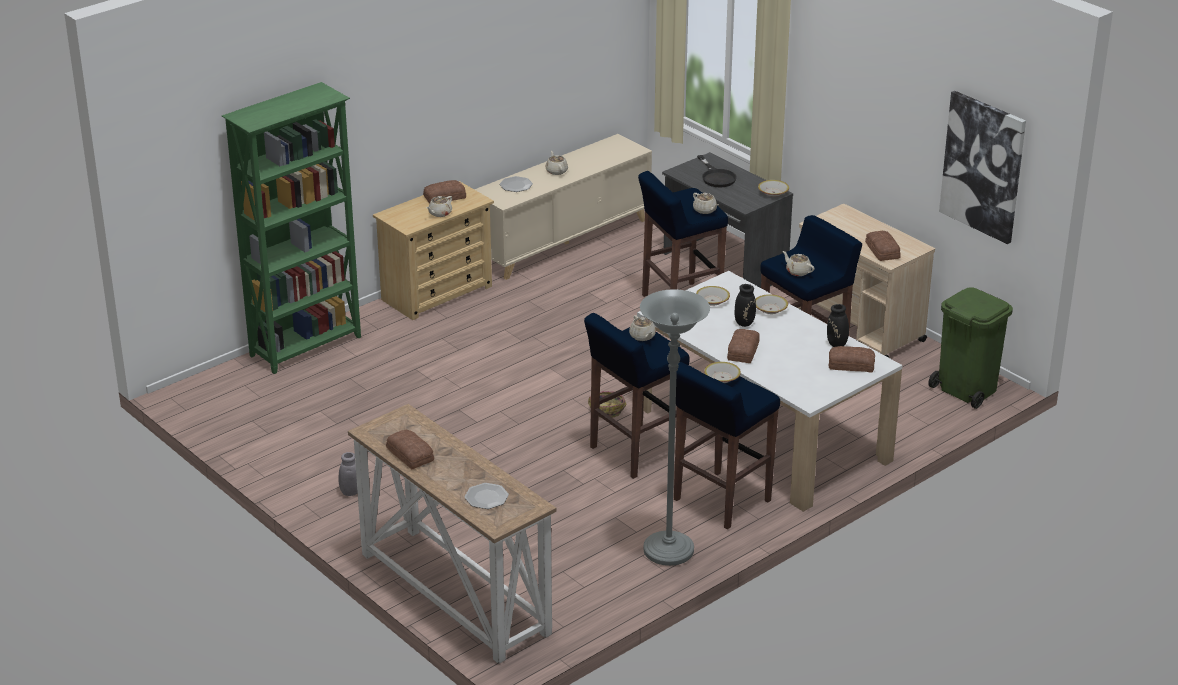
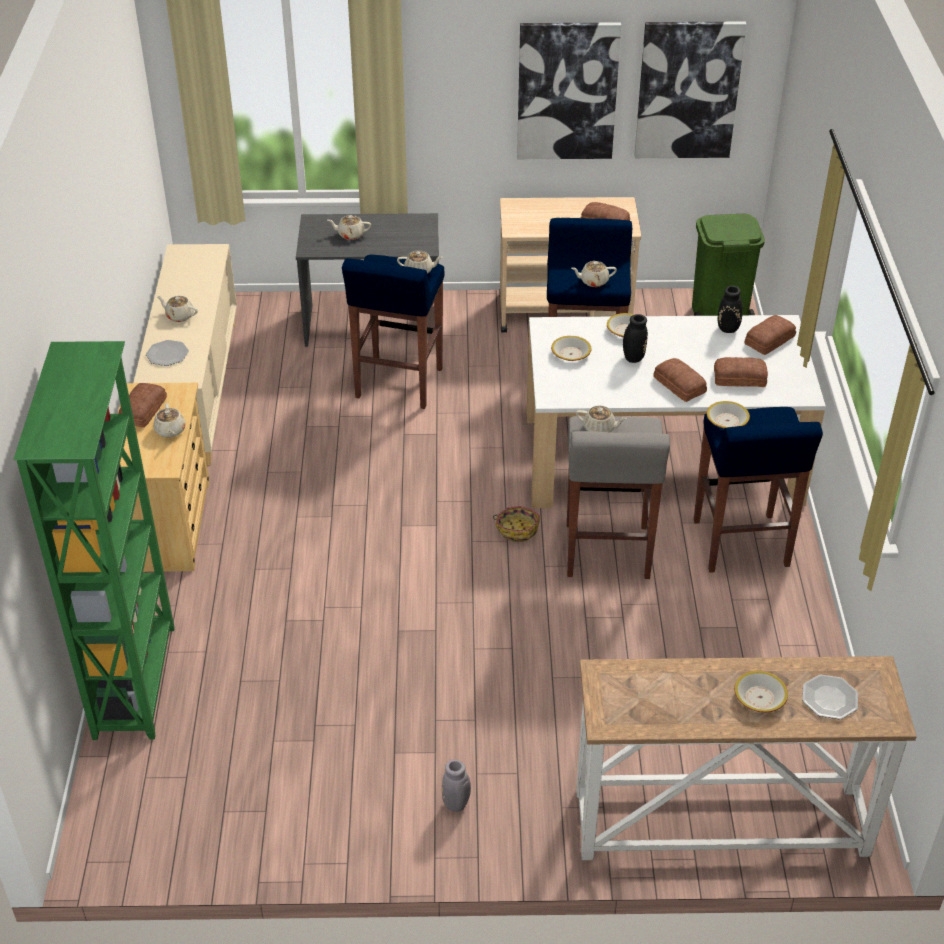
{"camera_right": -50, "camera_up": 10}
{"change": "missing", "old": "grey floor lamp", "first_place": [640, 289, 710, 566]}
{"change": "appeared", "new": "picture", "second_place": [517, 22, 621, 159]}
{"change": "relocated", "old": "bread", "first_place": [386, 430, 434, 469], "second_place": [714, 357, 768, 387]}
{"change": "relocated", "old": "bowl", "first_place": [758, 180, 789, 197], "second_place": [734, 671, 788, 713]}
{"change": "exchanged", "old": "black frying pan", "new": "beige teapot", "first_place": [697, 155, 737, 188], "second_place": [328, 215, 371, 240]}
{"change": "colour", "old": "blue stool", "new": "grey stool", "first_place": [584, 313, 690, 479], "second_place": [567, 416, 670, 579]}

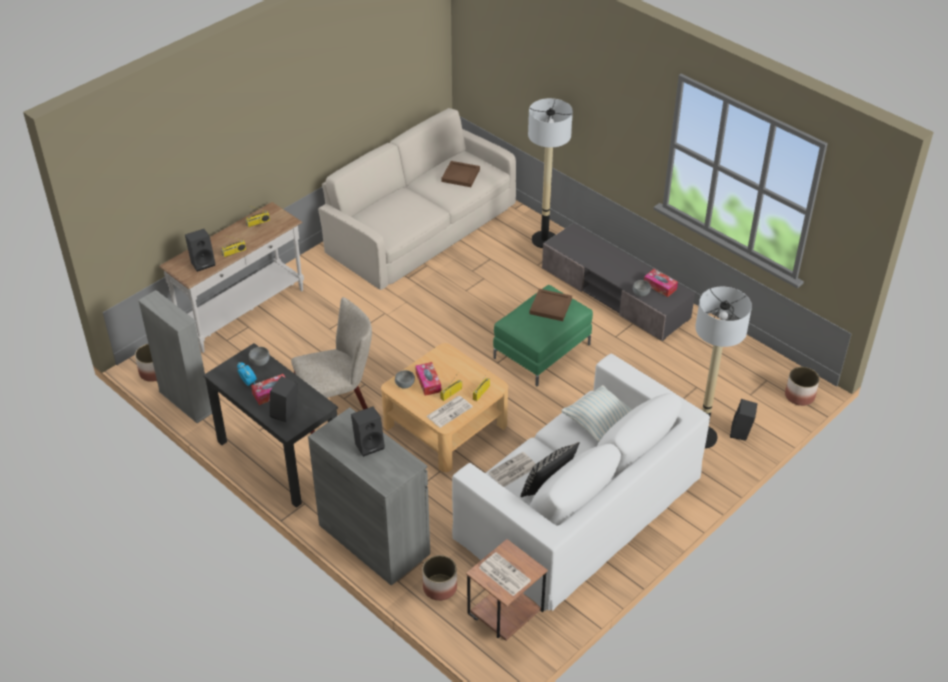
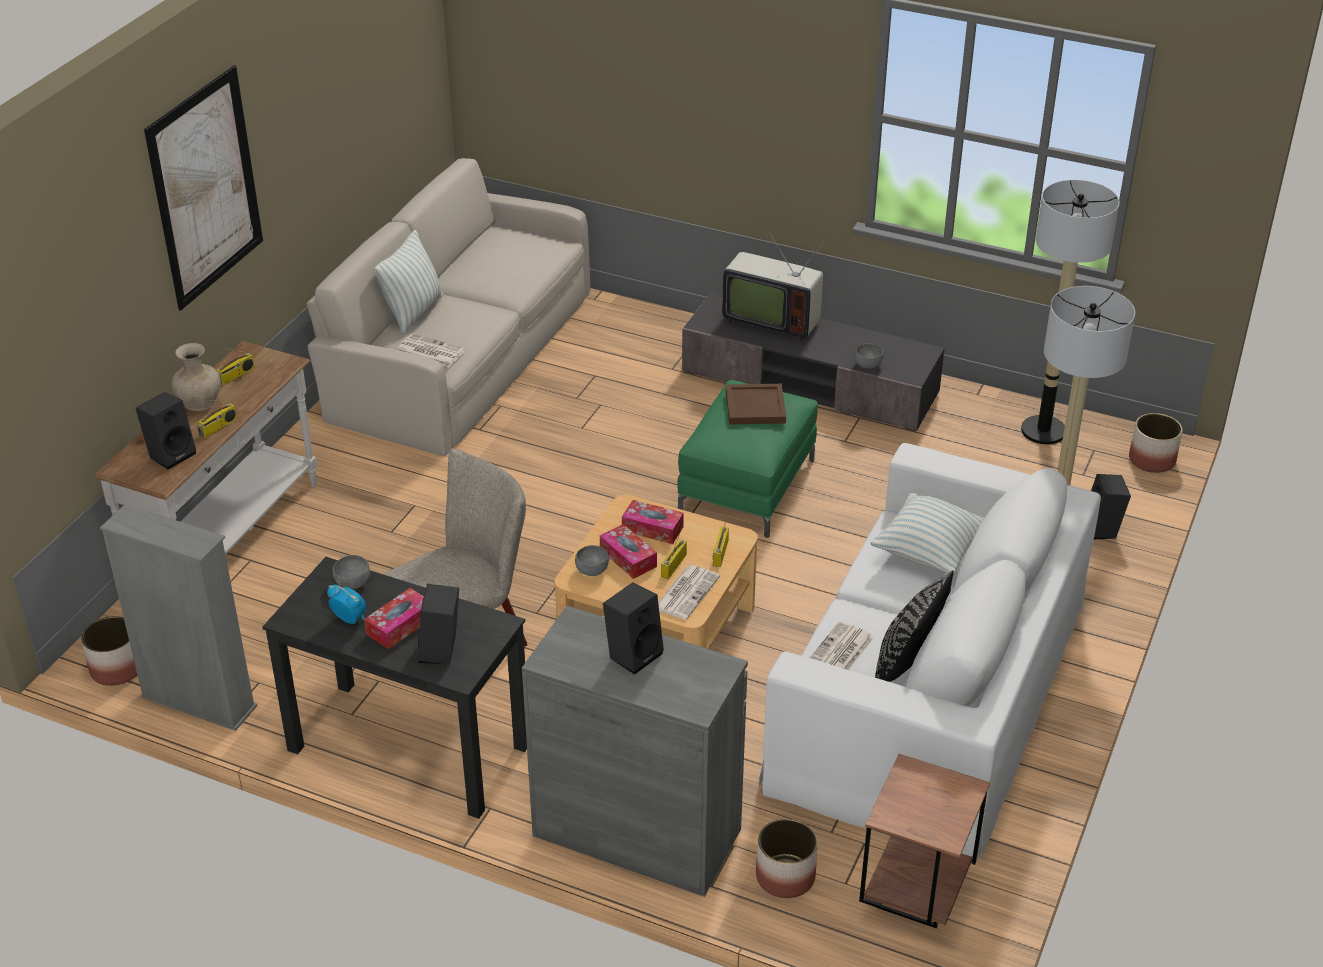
{"camera_right": -20, "camera_up": -5}
{"change": "missing", "old": "brown tray", "first_place": [441, 161, 480, 187]}
{"change": "appeared", "new": "picture", "second_place": [144, 65, 263, 311]}
{"change": "appeared", "new": "beige vase", "second_place": [171, 343, 221, 411]}
{"change": "appeared", "new": "pillow", "second_place": [374, 230, 443, 335]}
{"change": "appeared", "new": "television", "second_place": [722, 230, 824, 341]}
{"change": "relocated", "old": "newspaper", "first_place": [479, 552, 531, 596], "second_place": [397, 333, 465, 367]}
{"change": "relocated", "old": "floor lamp", "first_place": [528, 98, 573, 248], "second_place": [1021, 180, 1119, 445]}
{"change": "relocated", "old": "tissue box", "first_place": [644, 269, 678, 297], "second_place": [622, 500, 684, 544]}

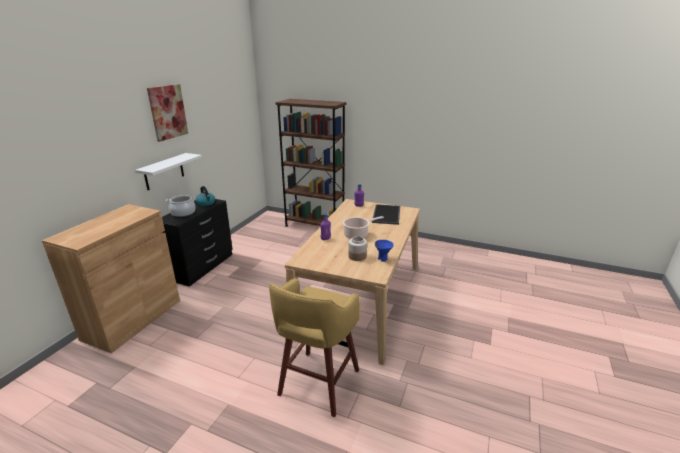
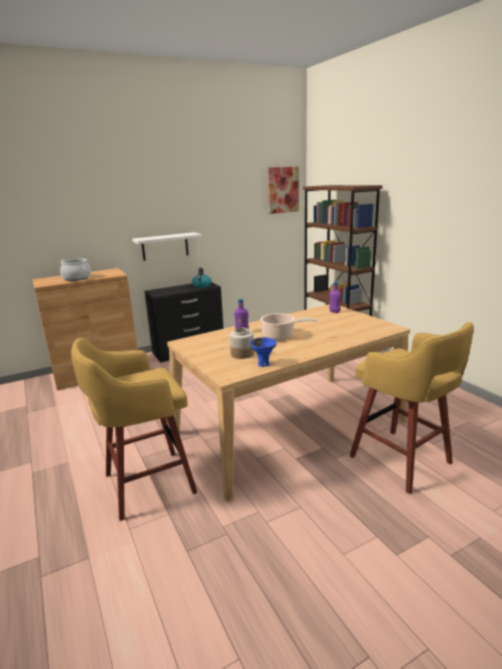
{"camera_right": 40, "camera_up": -5}
{"change": "missing", "old": "tray", "first_place": [372, 204, 400, 225]}
{"change": "appeared", "new": "yellow stool", "second_place": [350, 322, 473, 494]}
{"change": "relocated", "old": "picture", "first_place": [147, 84, 188, 142], "second_place": [268, 167, 299, 214]}
{"change": "relocated", "old": "cooking pot", "first_place": [166, 195, 196, 217], "second_place": [60, 259, 91, 281]}

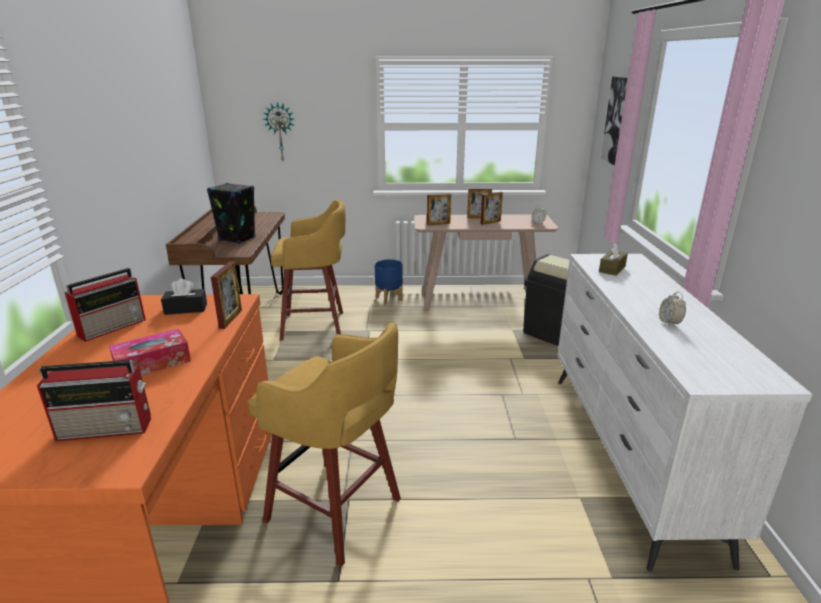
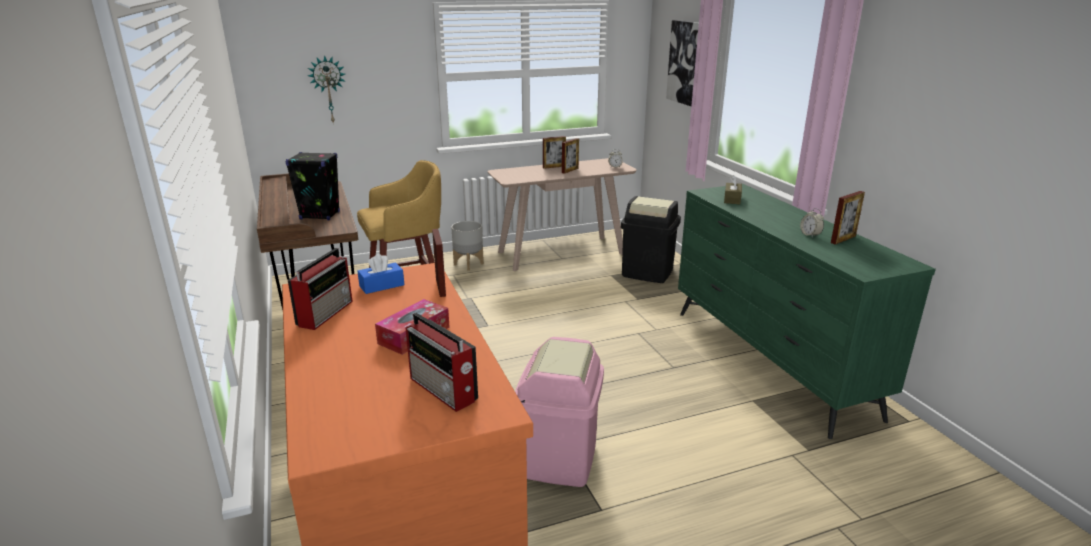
{"camera_right": -20, "camera_up": 0}
{"change": "relocated", "old": "picture frame", "first_place": [427, 193, 451, 226], "second_place": [831, 191, 865, 244]}
{"change": "exchanged", "old": "yellow stool", "new": "pink trash can", "first_place": [248, 322, 401, 567], "second_place": [515, 337, 604, 487]}
{"change": "colour", "old": "black tissue box", "new": "blue tissue box", "first_place": [161, 278, 207, 315], "second_place": [358, 253, 404, 294]}
{"change": "colour", "old": "blue planter", "new": "grey planter", "first_place": [375, 259, 403, 305], "second_place": [451, 221, 484, 271]}
{"change": "colour", "old": "white dresser", "new": "green dresser", "first_place": [557, 254, 813, 572], "second_place": [678, 184, 936, 439]}
{"change": "spun", "old": "radio", "first_place": [37, 360, 151, 441], "second_place": [406, 313, 478, 412], "degrees": 75}

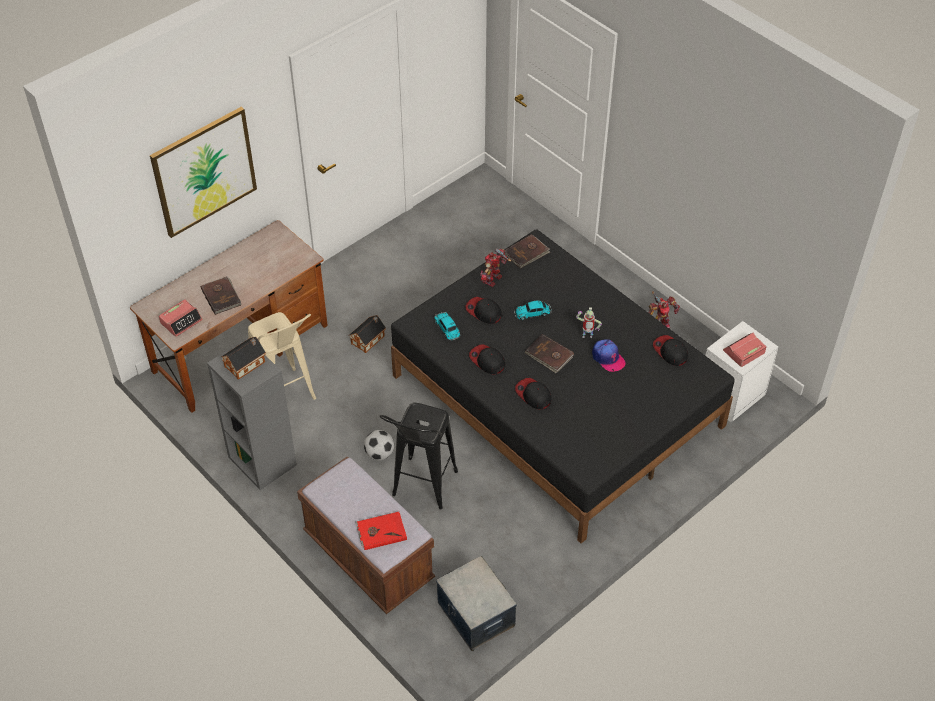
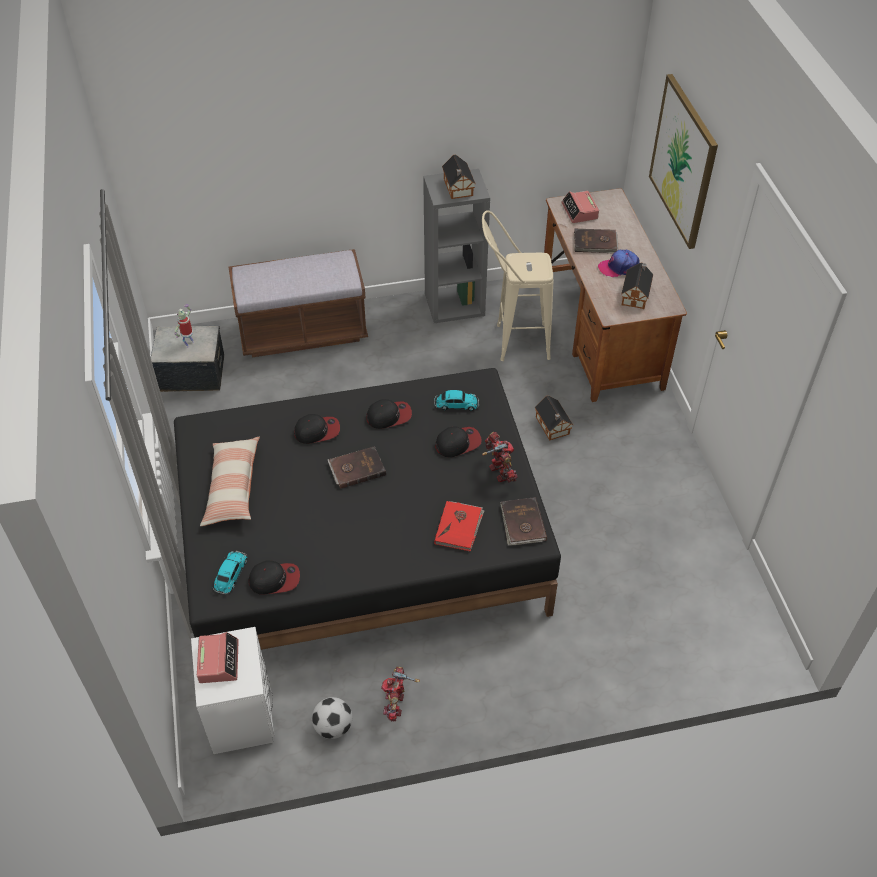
{"camera_right": 120, "camera_up": 0}
{"change": "missing", "old": "black stool", "first_place": [379, 402, 458, 510]}
{"change": "appeared", "new": "pillow", "second_place": [200, 437, 260, 526]}
{"change": "appeared", "new": "toy house", "second_place": [621, 263, 653, 309]}
{"change": "relocated", "old": "red book", "first_place": [356, 512, 407, 550], "second_place": [434, 501, 485, 551]}
{"change": "relocated", "old": "football", "first_place": [364, 430, 394, 460], "second_place": [312, 697, 352, 739]}
{"change": "relocated", "old": "toy car", "first_place": [514, 301, 552, 320], "second_place": [213, 550, 247, 594]}
{"change": "relocated", "old": "toy robot", "first_place": [576, 307, 602, 338], "second_place": [174, 304, 194, 348]}
{"change": "relocated", "old": "cap", "first_place": [592, 339, 625, 372], "second_place": [598, 250, 640, 277]}

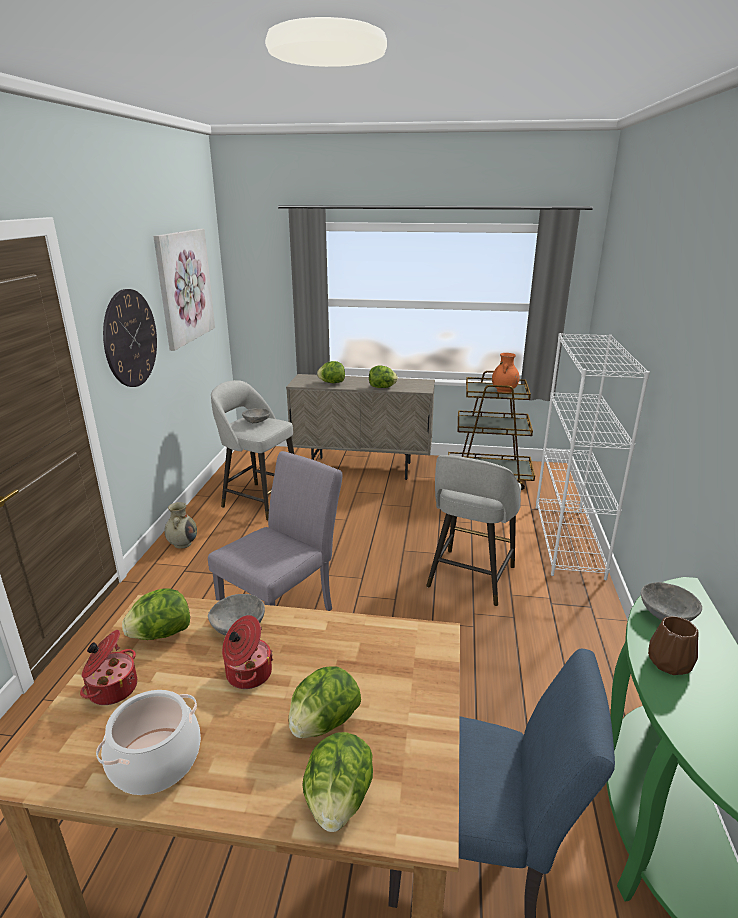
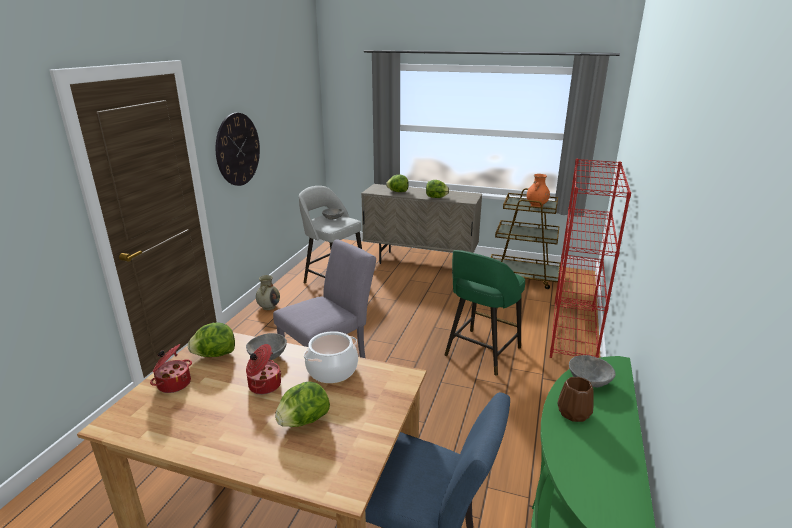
{"camera_right": 10, "camera_up": 0}
{"change": "missing", "old": "picture", "first_place": [153, 229, 215, 351]}
{"change": "missing", "old": "lettuce", "first_place": [303, 732, 373, 832]}
{"change": "relocated", "old": "cooking pot", "first_place": [96, 690, 201, 795], "second_place": [304, 331, 358, 383]}
{"change": "colour", "old": "grey stool", "new": "green stool", "first_place": [426, 455, 521, 606], "second_place": [444, 250, 525, 376]}
{"change": "colour", "old": "white bookcase", "new": "red bookcase", "first_place": [536, 333, 650, 580], "second_place": [550, 159, 631, 358]}

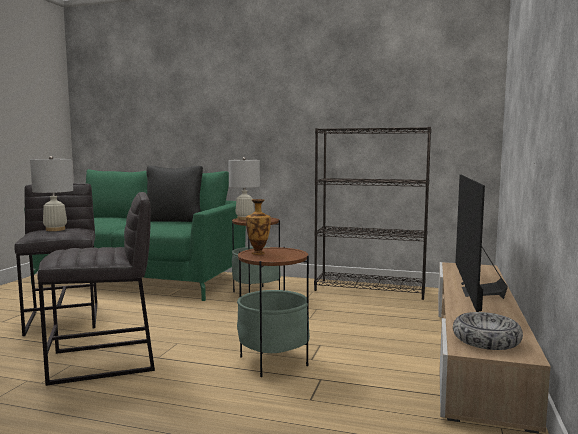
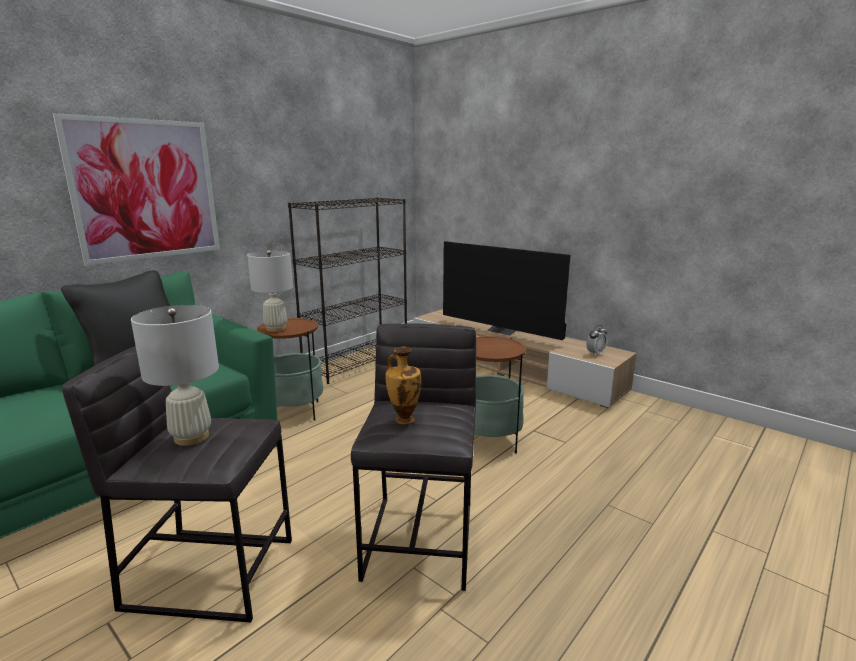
{"camera_right": -65, "camera_up": 10}
{"change": "appeared", "new": "picture", "second_place": [53, 113, 220, 266]}
{"change": "relocated", "old": "vase", "first_place": [246, 199, 271, 255], "second_place": [385, 346, 421, 425]}
{"change": "exchanged", "old": "bowl", "new": "alarm clock", "first_place": [453, 312, 523, 350], "second_place": [586, 325, 607, 356]}

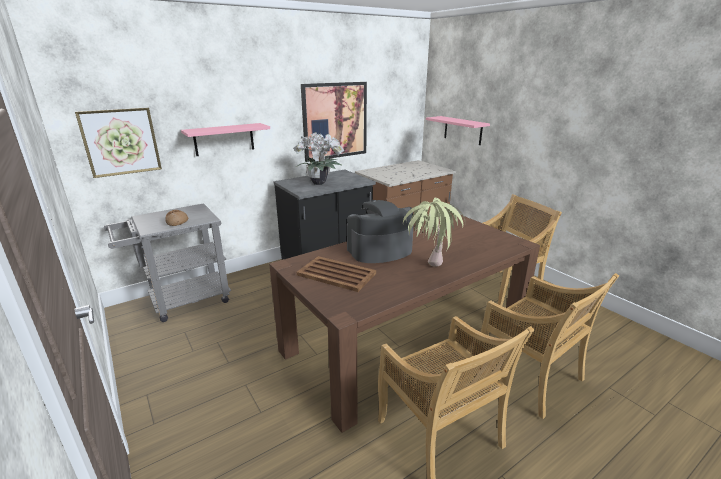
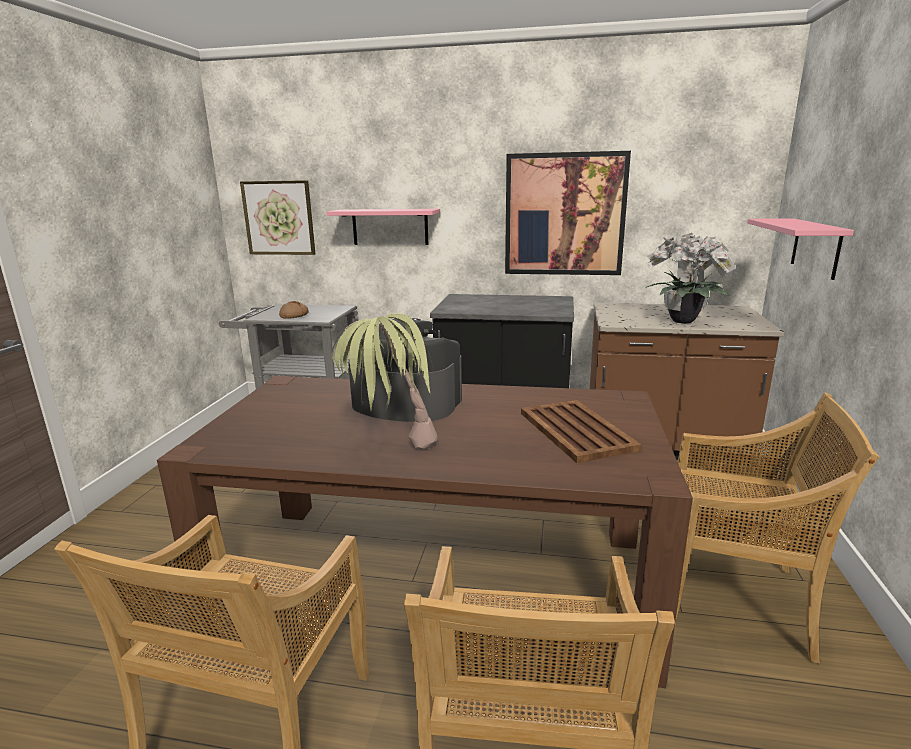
{"camera_right": 45, "camera_up": -5}
{"change": "relocated", "old": "potted plant", "first_place": [293, 132, 345, 185], "second_place": [645, 233, 736, 323]}
{"change": "relocated", "old": "brown tray", "first_place": [297, 256, 376, 292], "second_place": [521, 400, 642, 463]}

